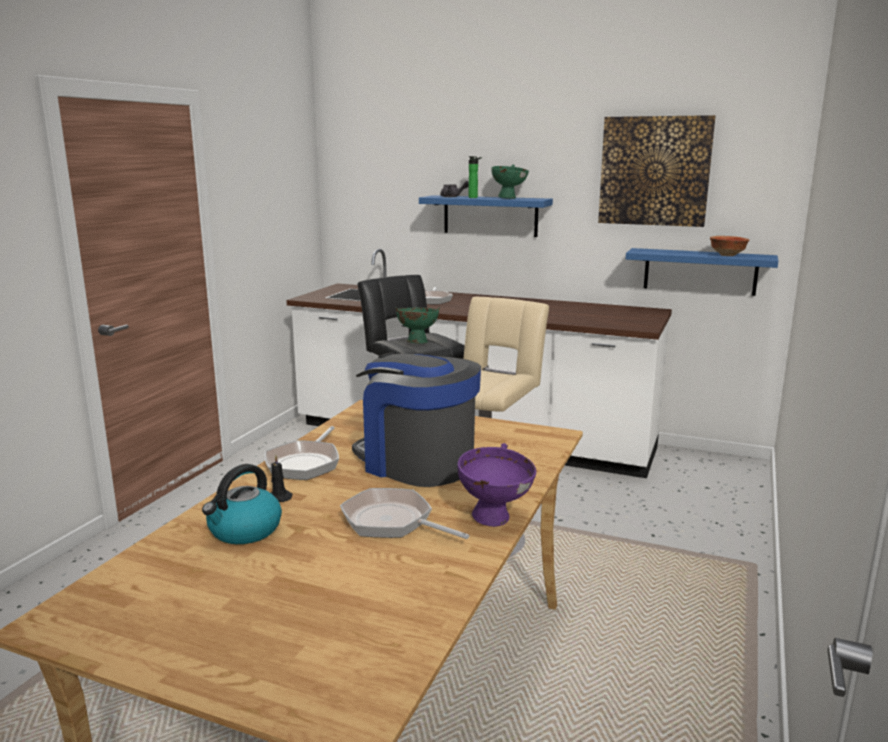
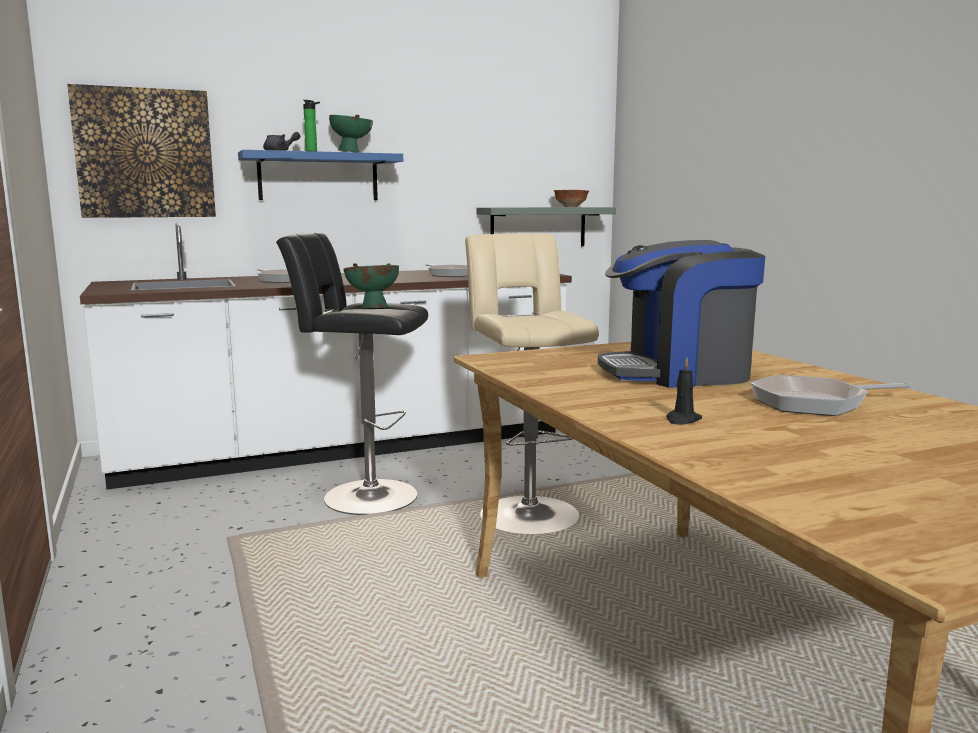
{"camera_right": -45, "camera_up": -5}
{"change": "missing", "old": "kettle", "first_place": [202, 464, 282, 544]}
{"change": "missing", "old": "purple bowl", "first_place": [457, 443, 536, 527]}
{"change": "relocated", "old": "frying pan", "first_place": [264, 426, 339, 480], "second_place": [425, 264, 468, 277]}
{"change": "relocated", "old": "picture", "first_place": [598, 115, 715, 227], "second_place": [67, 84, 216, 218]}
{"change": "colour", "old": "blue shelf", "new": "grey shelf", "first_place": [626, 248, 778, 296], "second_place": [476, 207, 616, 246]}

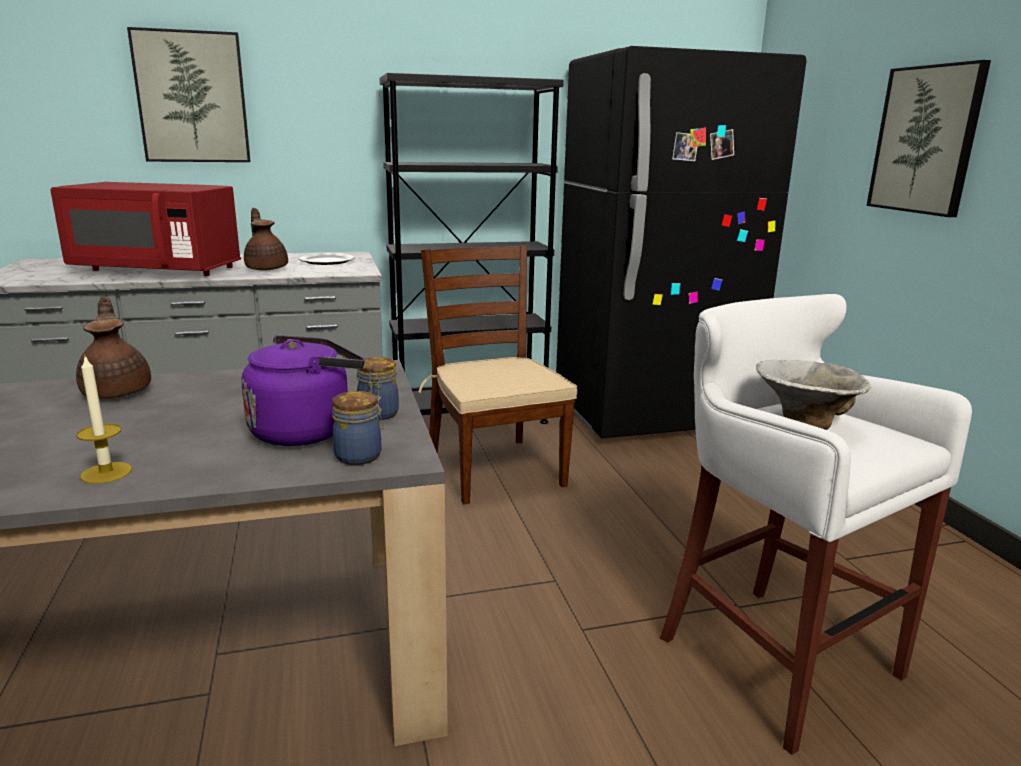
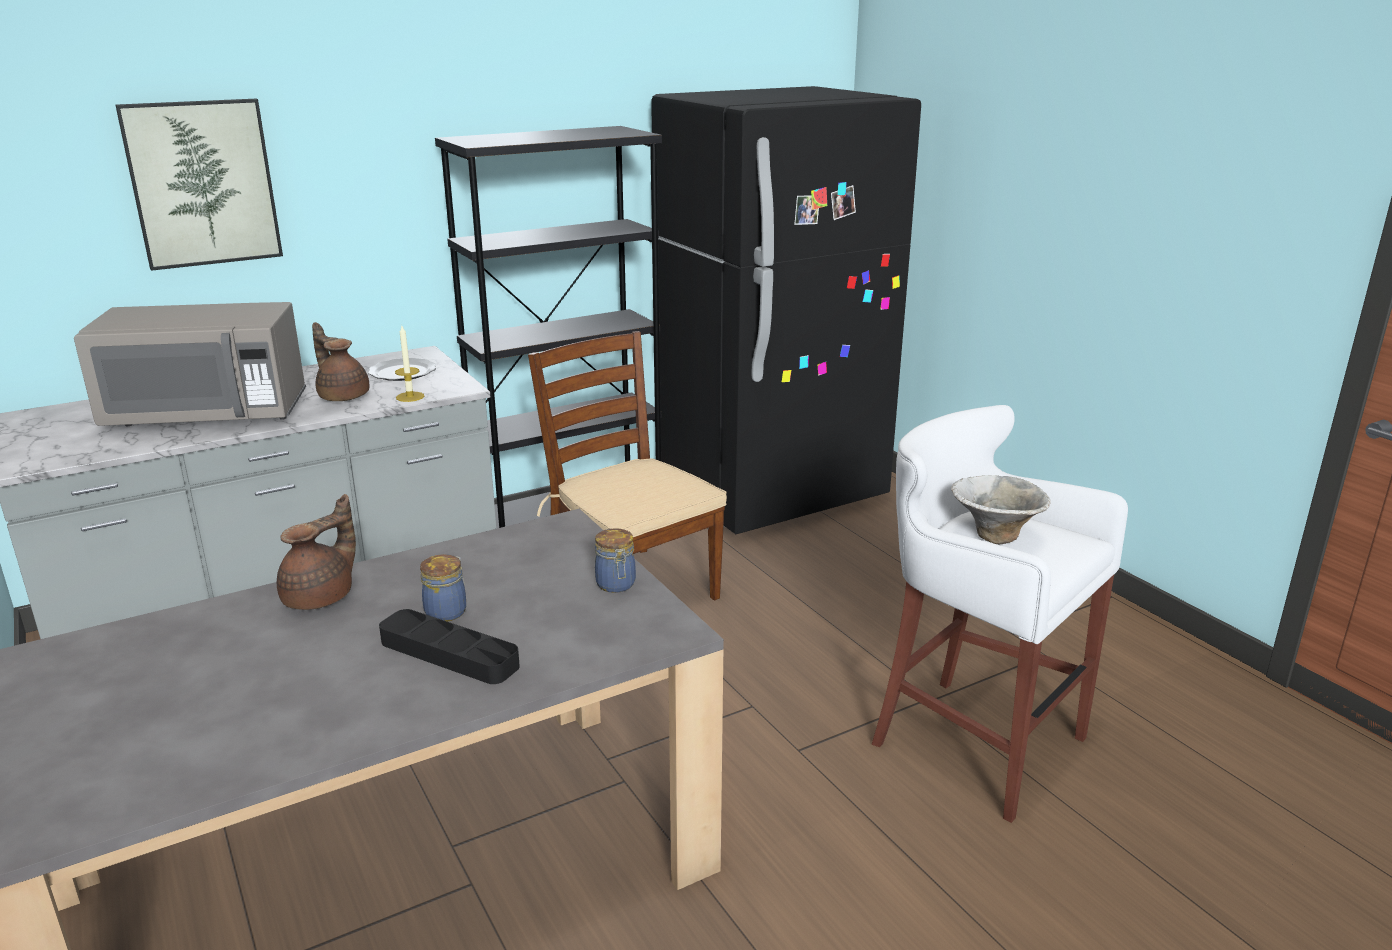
{"camera_right": -15, "camera_up": 5}
{"change": "missing", "old": "purple kettle", "first_place": [241, 335, 364, 446]}
{"change": "missing", "old": "picture", "first_place": [867, 60, 991, 217]}
{"change": "appeared", "new": "black tray", "second_place": [379, 609, 520, 684]}
{"change": "relocated", "old": "candle", "first_place": [76, 354, 132, 484], "second_place": [395, 324, 424, 402]}
{"change": "relocated", "old": "jar", "first_place": [332, 391, 384, 465], "second_place": [420, 554, 466, 621]}
{"change": "colour", "old": "red microwave", "new": "grey microwave", "first_place": [51, 182, 241, 276], "second_place": [74, 302, 306, 426]}
{"change": "spun", "old": "brown teapot", "first_place": [76, 296, 151, 399], "second_place": [277, 494, 356, 610], "degrees": 75}

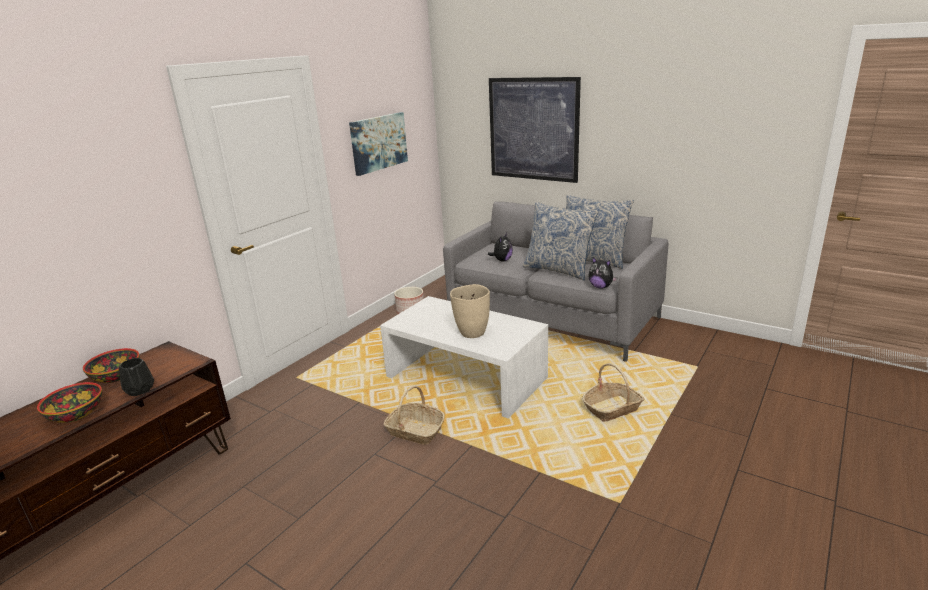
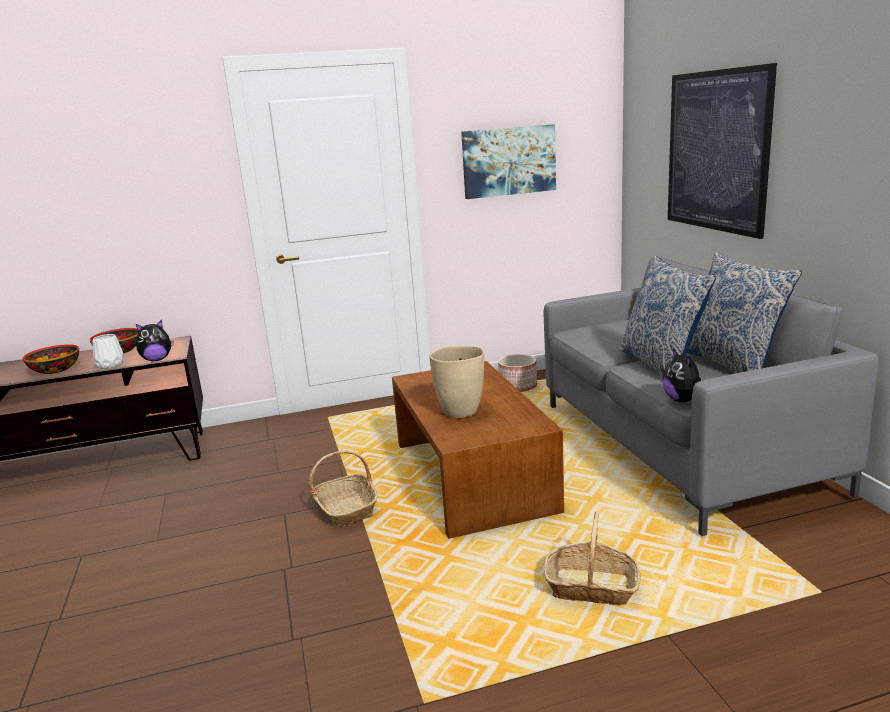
{"camera_right": 40, "camera_up": -5}
{"change": "relocated", "old": "plush toy", "first_place": [488, 233, 513, 262], "second_place": [136, 320, 174, 361]}
{"change": "colour", "old": "black vase", "new": "white vase", "first_place": [119, 358, 154, 396], "second_place": [92, 334, 124, 369]}
{"change": "colour", "old": "white coffee table", "new": "brown coffee table", "first_place": [380, 296, 548, 419], "second_place": [392, 361, 564, 539]}

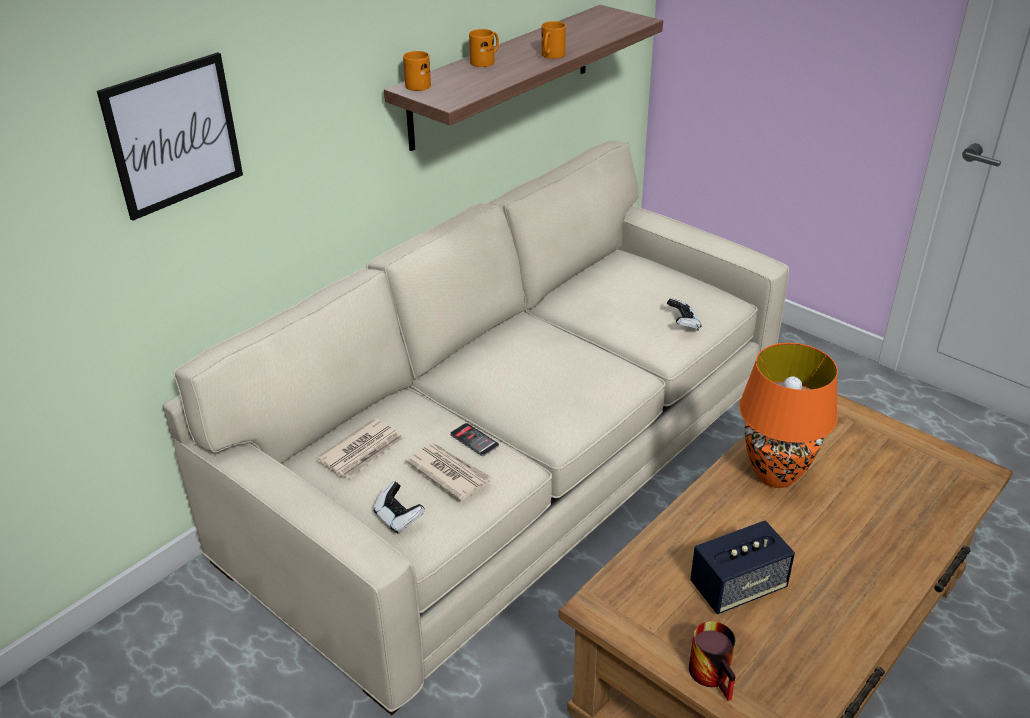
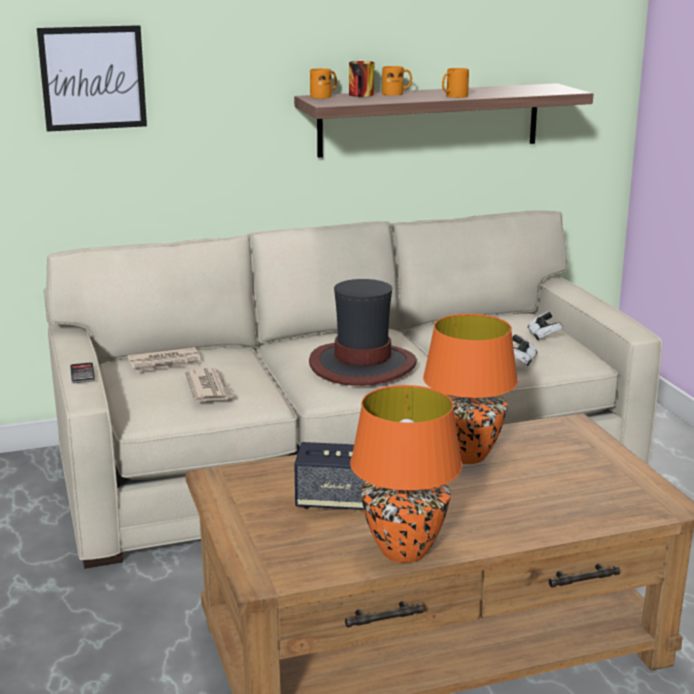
{"camera_right": 30, "camera_up": -15}
{"change": "appeared", "new": "hat", "second_place": [309, 279, 417, 386]}
{"change": "appeared", "new": "orange table lamp", "second_place": [350, 385, 462, 563]}
{"change": "relocated", "old": "game controller", "first_place": [374, 481, 425, 534], "second_place": [527, 312, 563, 341]}
{"change": "relocated", "old": "phone", "first_place": [450, 423, 499, 456], "second_place": [70, 362, 95, 383]}
{"change": "relocated", "old": "mug", "first_place": [689, 621, 736, 701], "second_place": [349, 61, 374, 97]}

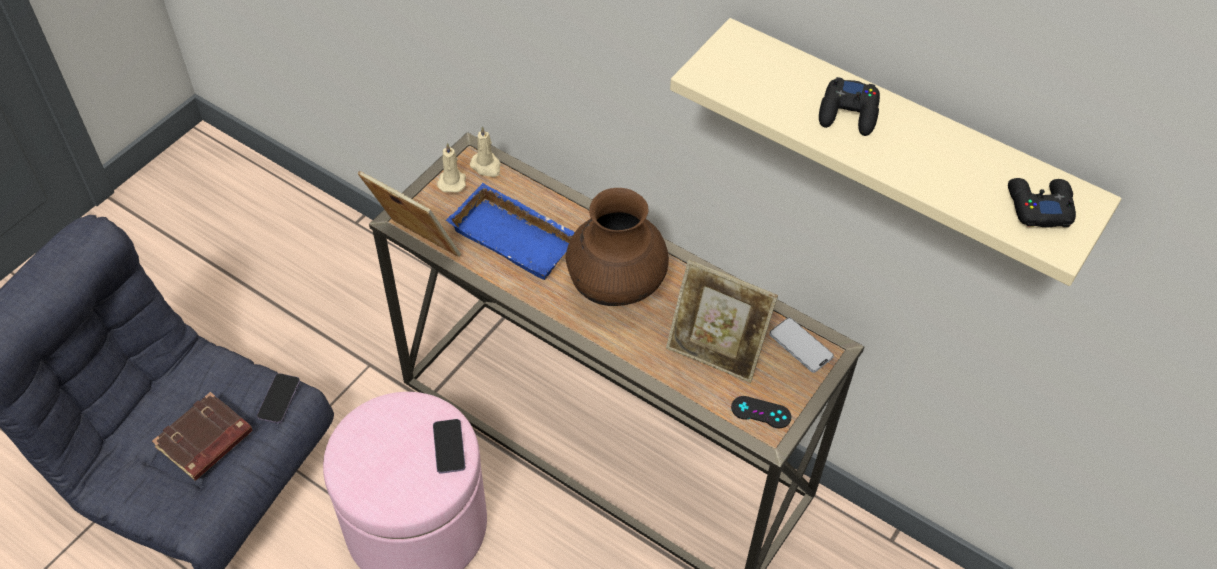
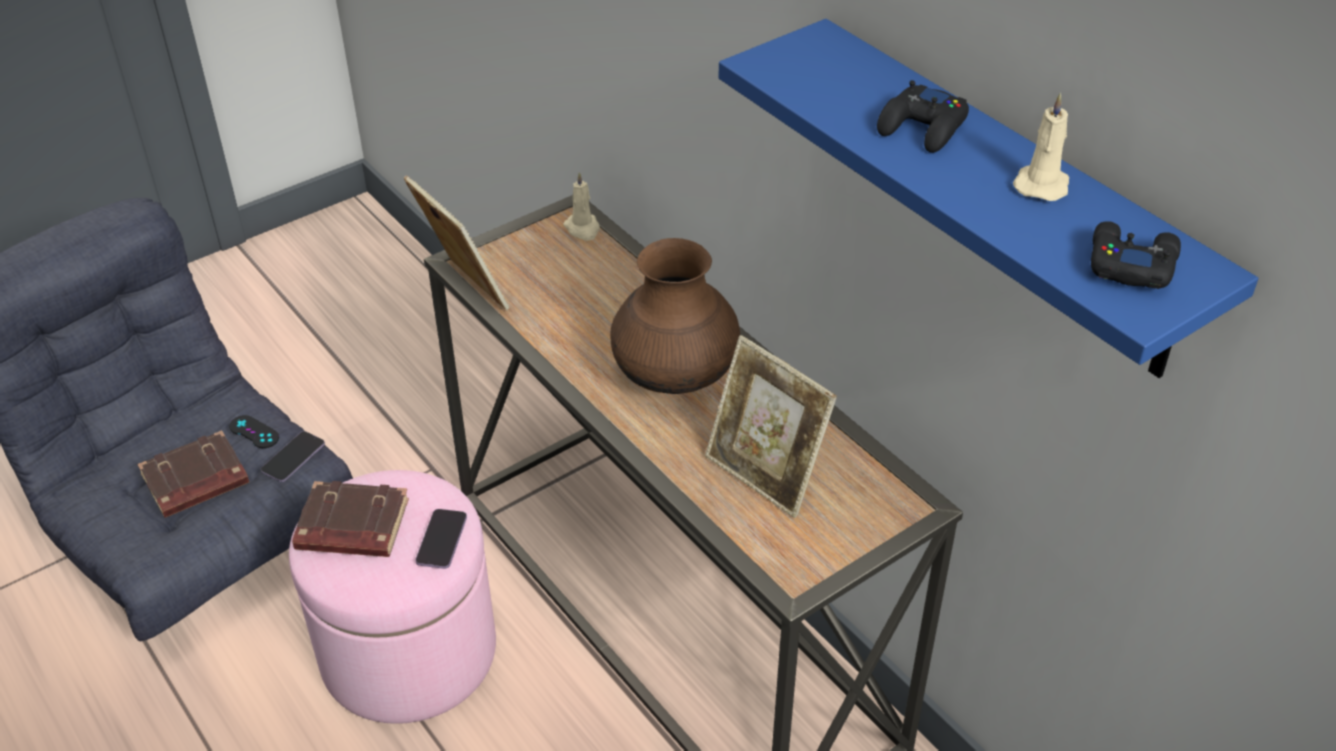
{"camera_right": 20, "camera_up": -10}
{"change": "missing", "old": "blue tray", "first_place": [446, 183, 575, 280]}
{"change": "missing", "old": "phone", "first_place": [769, 317, 834, 373]}
{"change": "appeared", "new": "brown book", "second_place": [292, 481, 409, 557]}
{"change": "relocated", "old": "beige candle", "first_place": [437, 143, 466, 193], "second_place": [1013, 92, 1069, 201]}
{"change": "relocated", "old": "black game controller", "first_place": [731, 396, 791, 428], "second_place": [229, 415, 279, 448]}
{"change": "colour", "old": "beige shelf", "new": "blue shelf", "first_place": [670, 18, 1121, 286], "second_place": [719, 19, 1258, 378]}

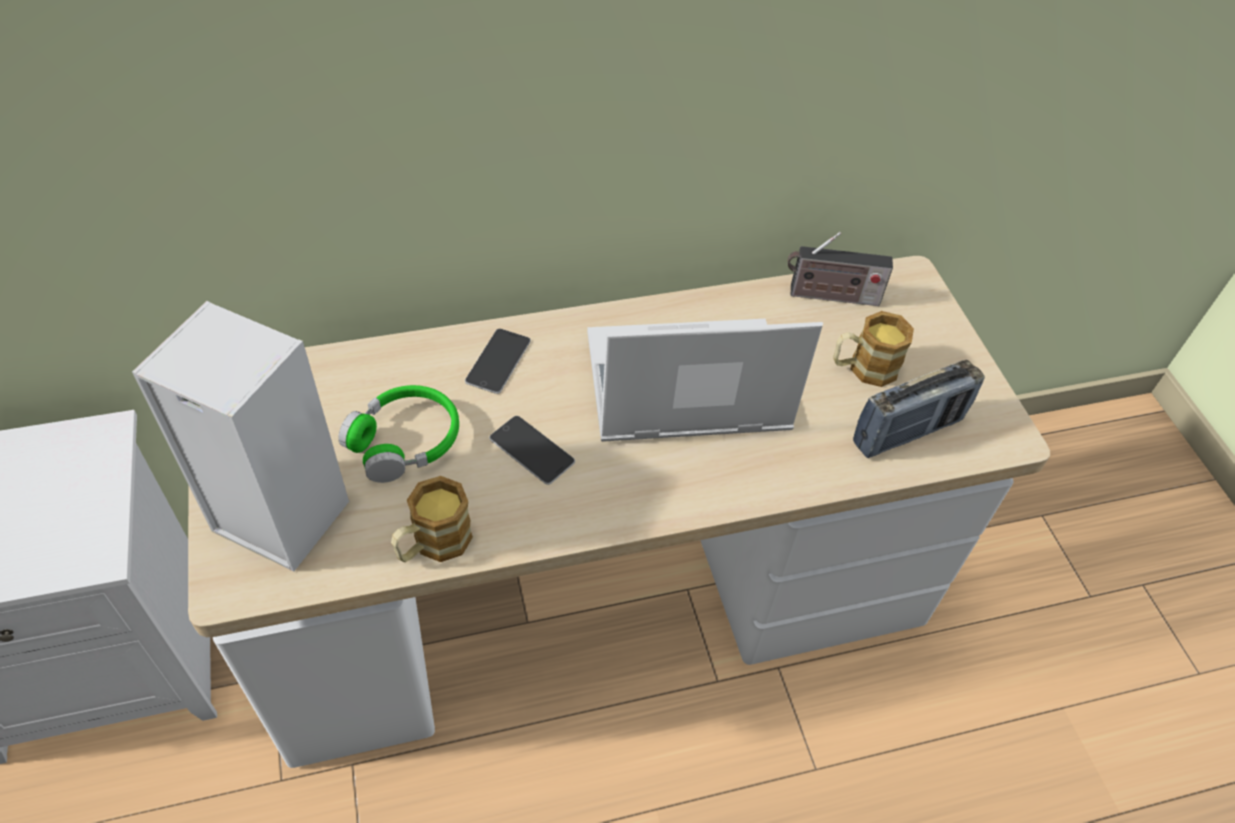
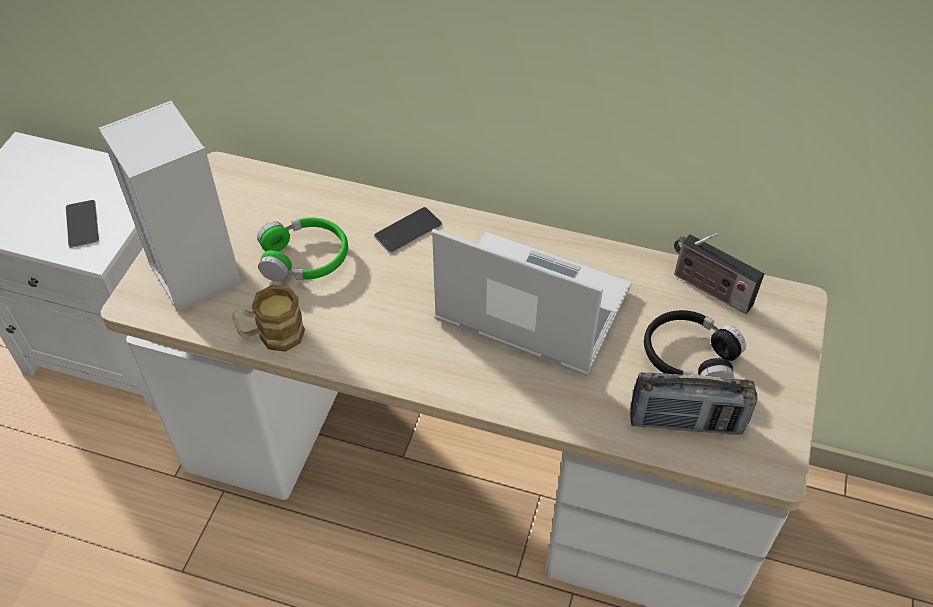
{"camera_right": 35, "camera_up": 0}
{"change": "relocated", "old": "phone", "first_place": [489, 416, 575, 485], "second_place": [66, 200, 99, 248]}
{"change": "exchanged", "old": "mug", "new": "black headphones", "first_place": [833, 311, 914, 387], "second_place": [644, 310, 746, 378]}

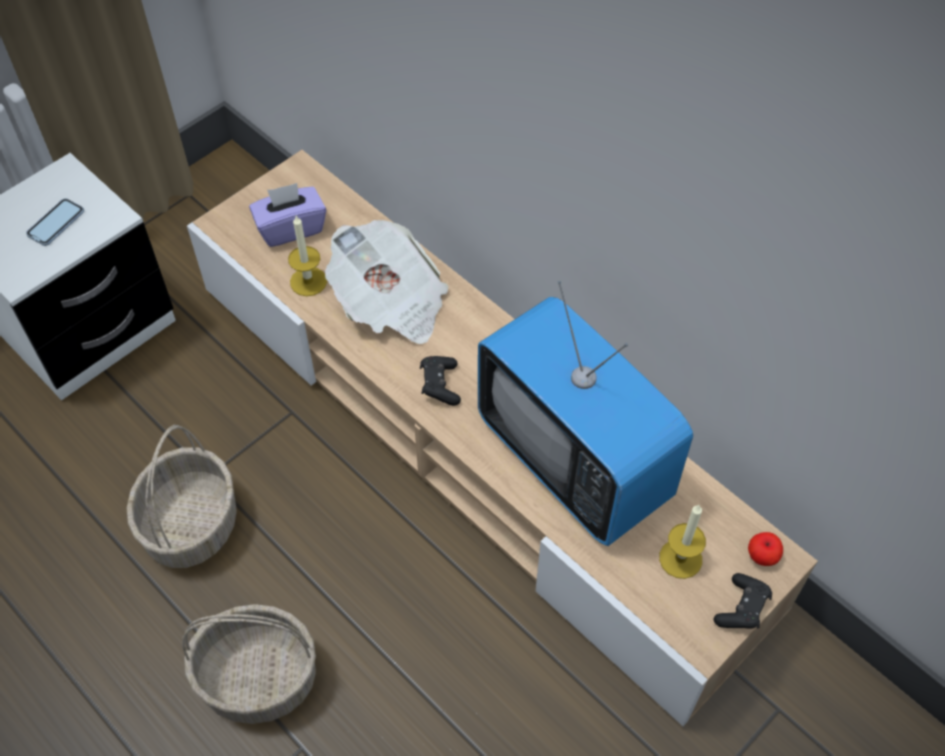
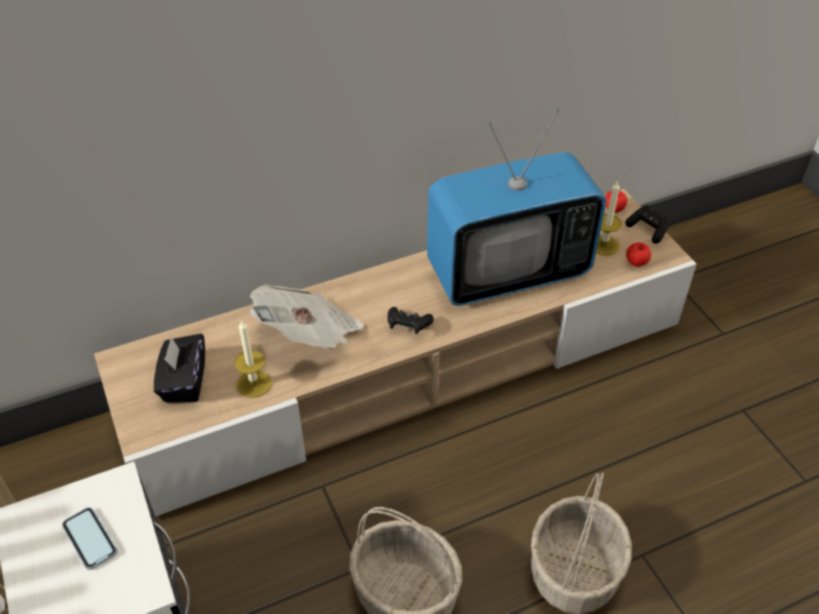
{"camera_right": -70, "camera_up": -10}
{"change": "appeared", "new": "apple", "second_place": [626, 242, 651, 267]}
{"change": "colour", "old": "purple tissue box", "new": "black tissue box", "first_place": [249, 183, 326, 247], "second_place": [154, 334, 205, 403]}

